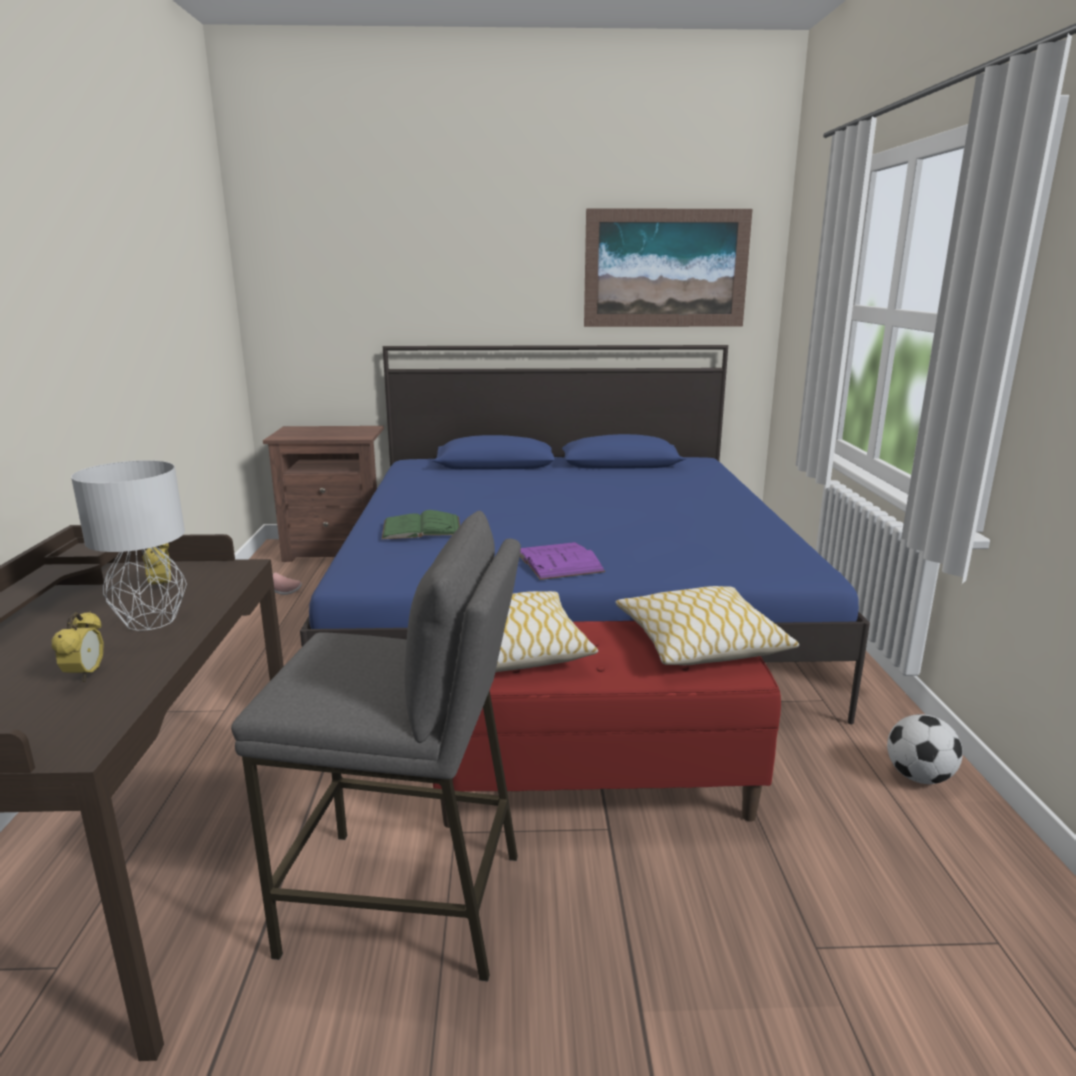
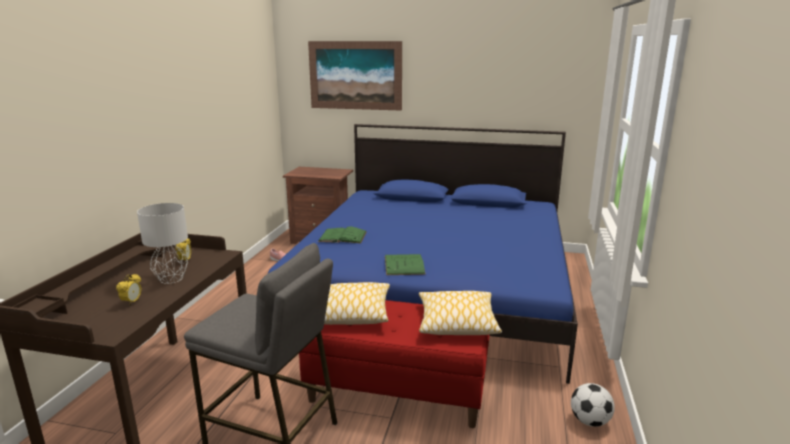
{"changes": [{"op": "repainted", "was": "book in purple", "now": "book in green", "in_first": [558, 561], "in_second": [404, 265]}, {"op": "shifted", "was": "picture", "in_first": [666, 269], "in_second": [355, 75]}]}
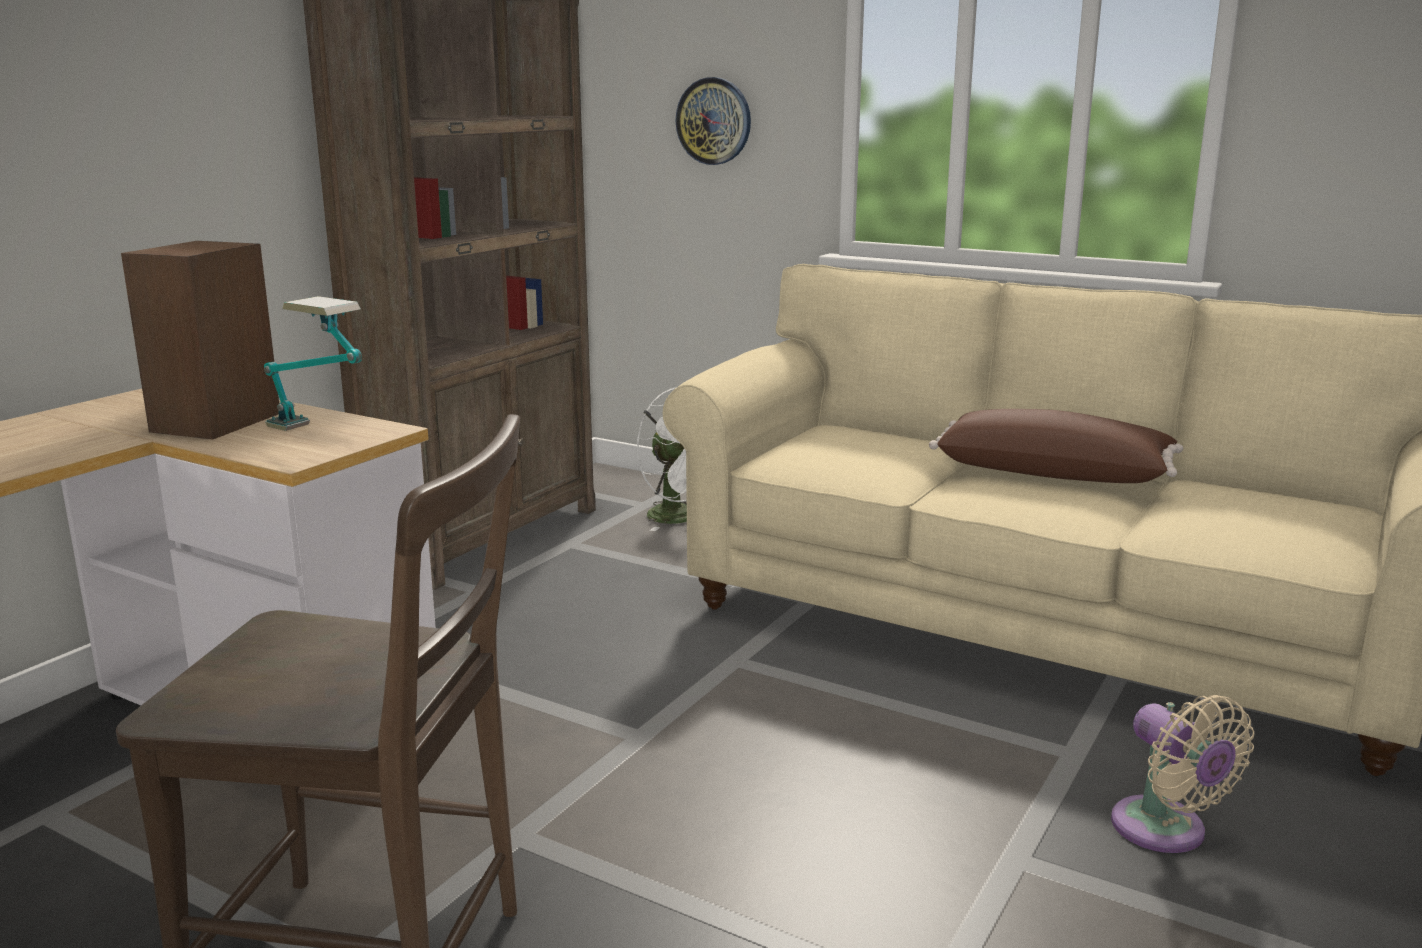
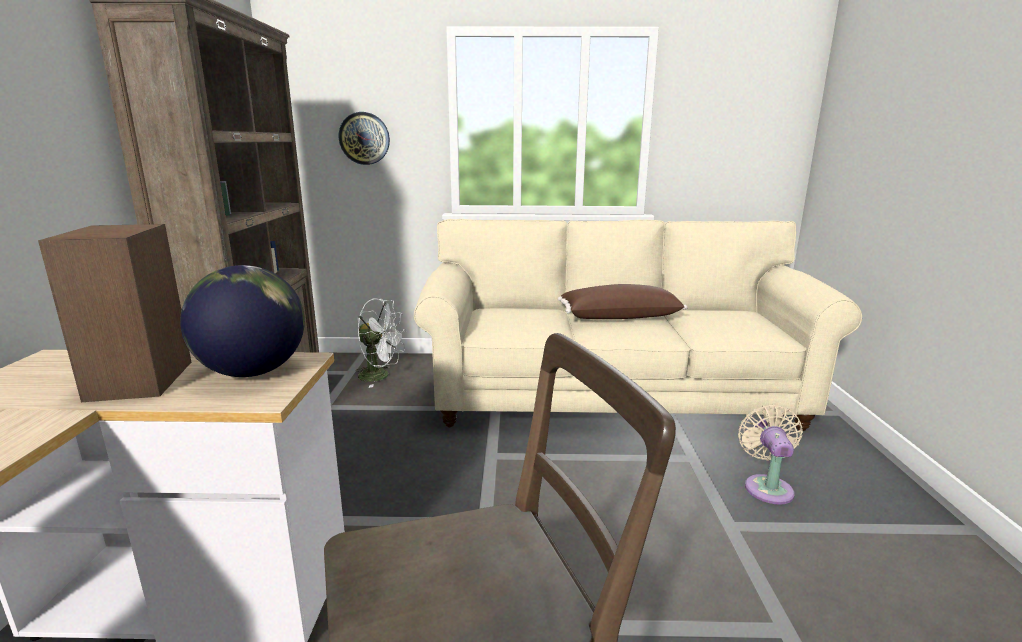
{"changes": [{"op": "swapped", "was": "table lamp", "now": "globe", "in_first": [320, 432], "in_second": [253, 372]}, {"op": "rotated", "was": "fan in beige", "in_first": [1165, 832], "in_second": [767, 486], "clockwise": -120}]}
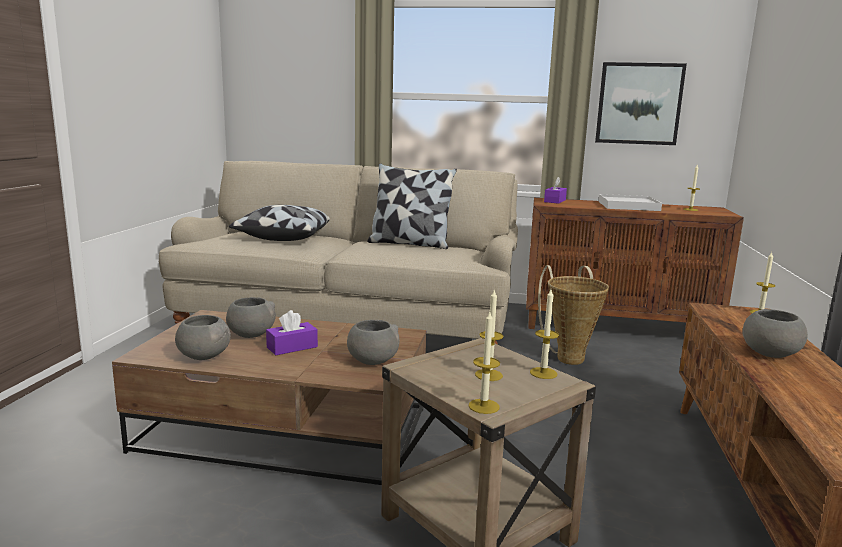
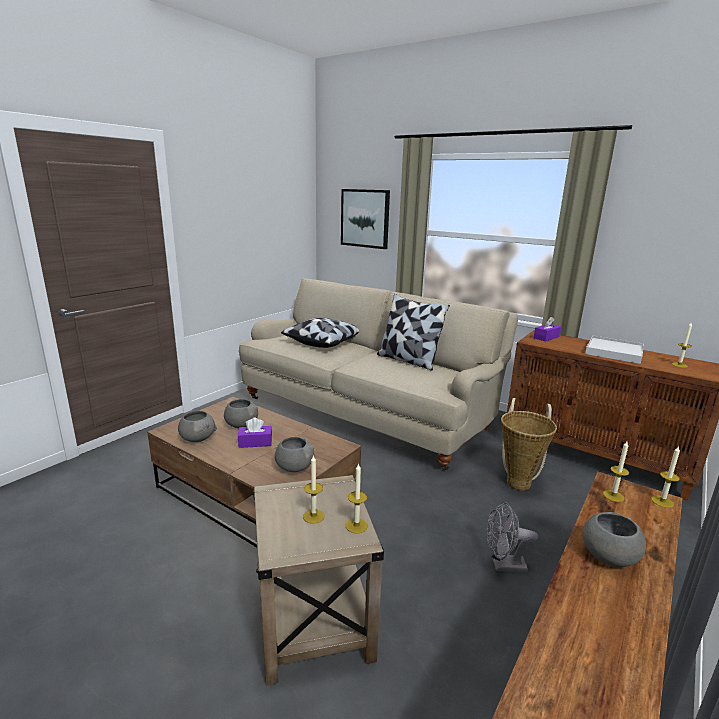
{"changes": [{"op": "shifted", "was": "candle", "in_first": [484, 406], "in_second": [613, 496]}, {"op": "shifted", "was": "picture", "in_first": [639, 104], "in_second": [365, 218]}, {"op": "new", "now": "fan in grey", "in_second": [503, 565]}]}
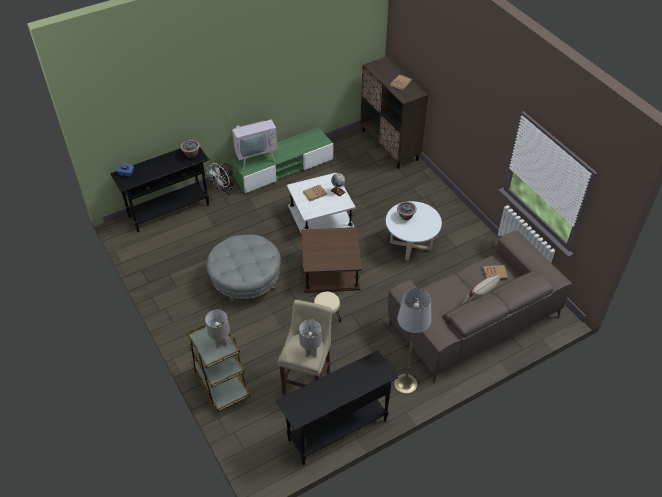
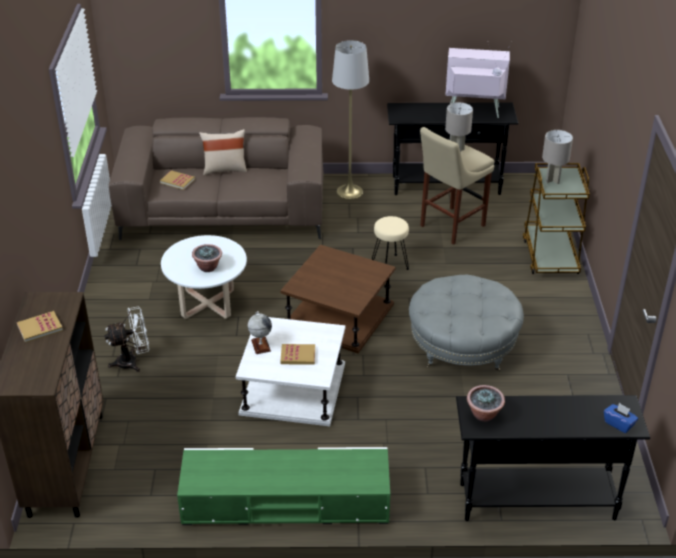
{"changes": [{"op": "shifted", "was": "fan in white", "in_first": [224, 190], "in_second": [133, 361]}, {"op": "shifted", "was": "television", "in_first": [256, 158], "in_second": [473, 113]}]}
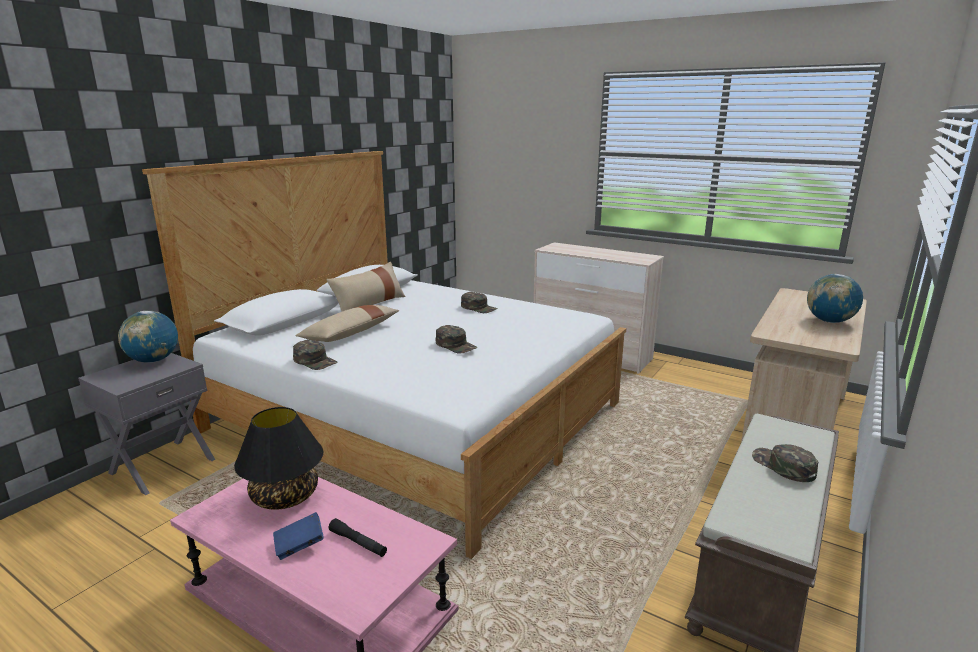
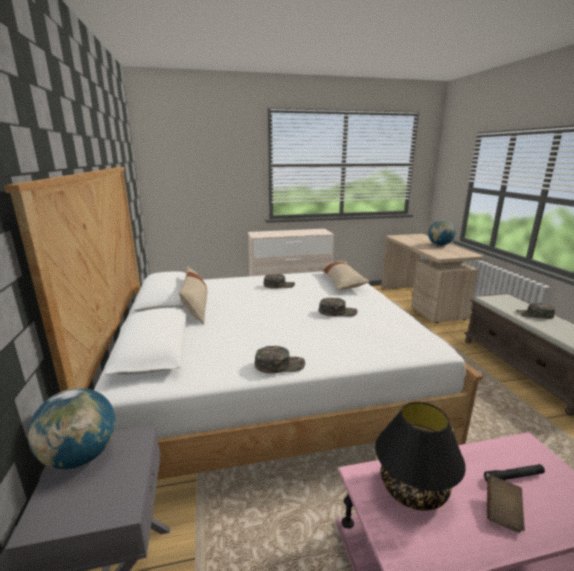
{"changes": [{"op": "repainted", "was": "book in blue", "now": "book in brown", "in_first": [299, 546], "in_second": [502, 511]}, {"op": "shifted", "was": "pillow in beige", "in_first": [350, 333], "in_second": [341, 282]}]}
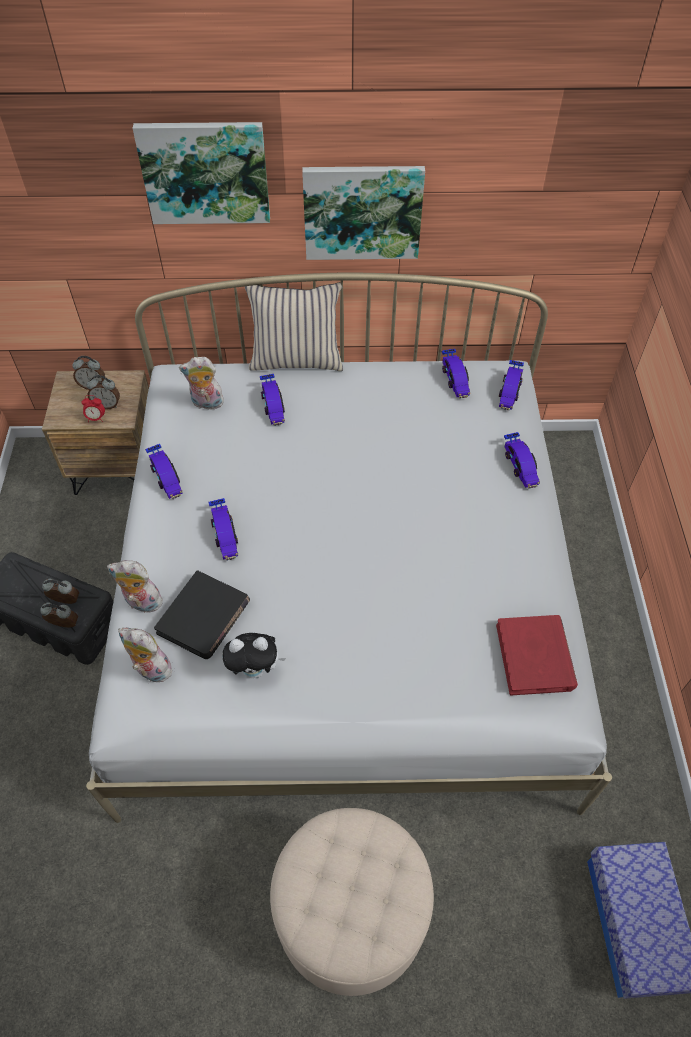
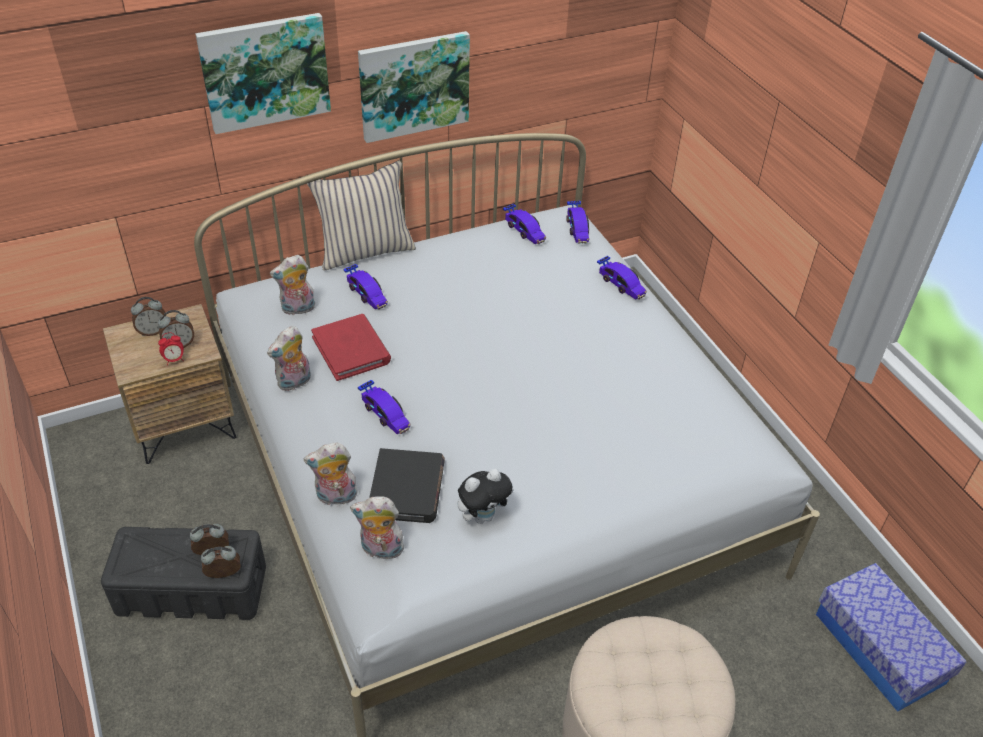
{"changes": [{"op": "swapped", "was": "toy car", "now": "plush toy", "in_first": [166, 477], "in_second": [294, 383]}, {"op": "shifted", "was": "book in red", "in_first": [535, 657], "in_second": [351, 350]}]}
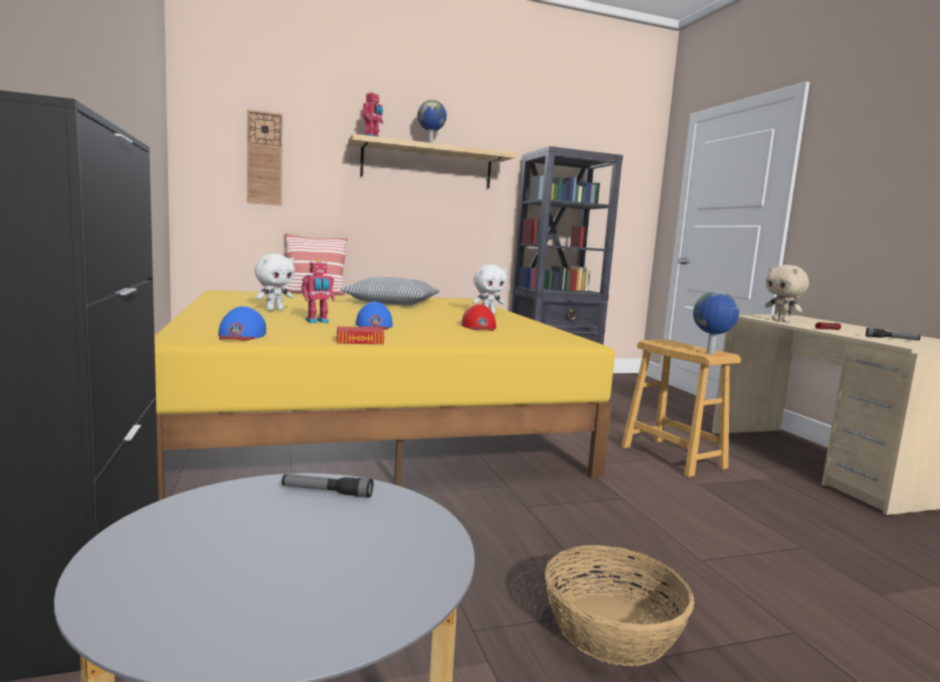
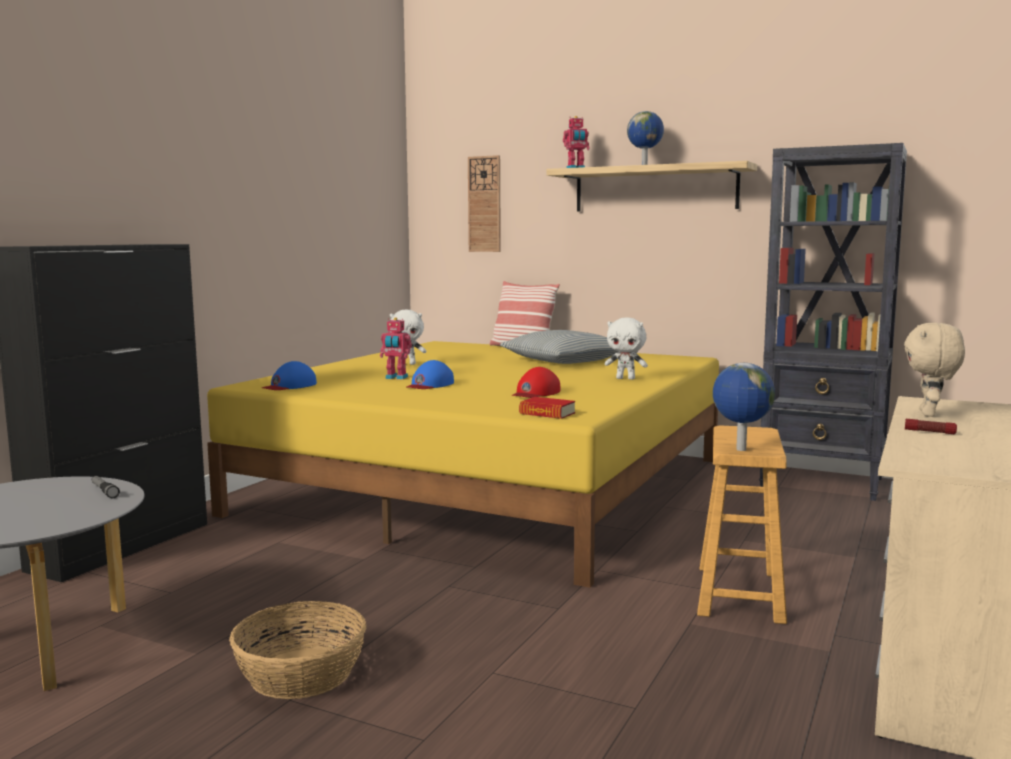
{"changes": [{"op": "shifted", "was": "book", "in_first": [359, 341], "in_second": [547, 413]}, {"op": "gone", "was": "flashlight", "in_first": [891, 339]}]}
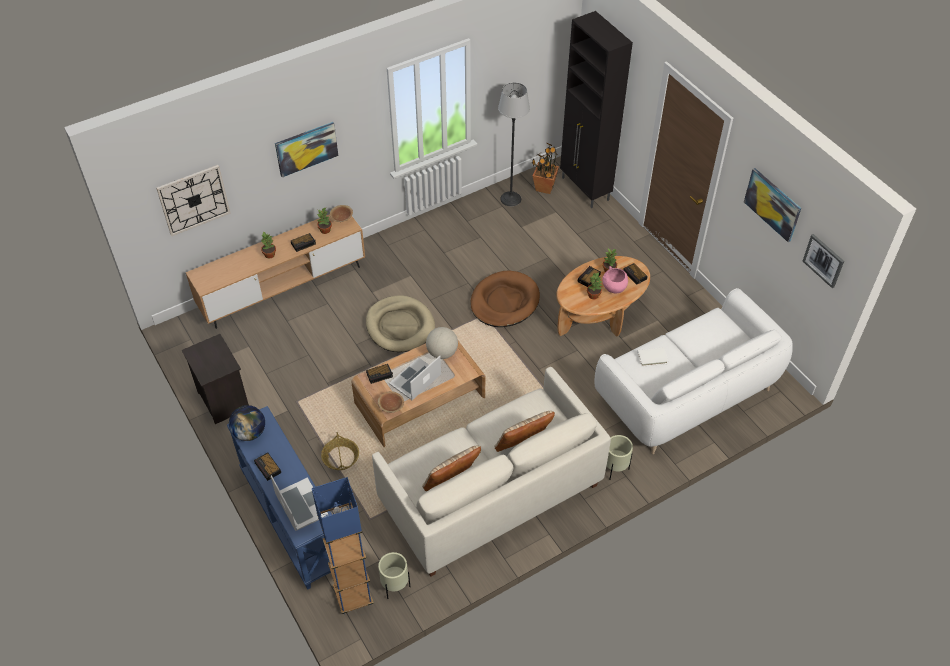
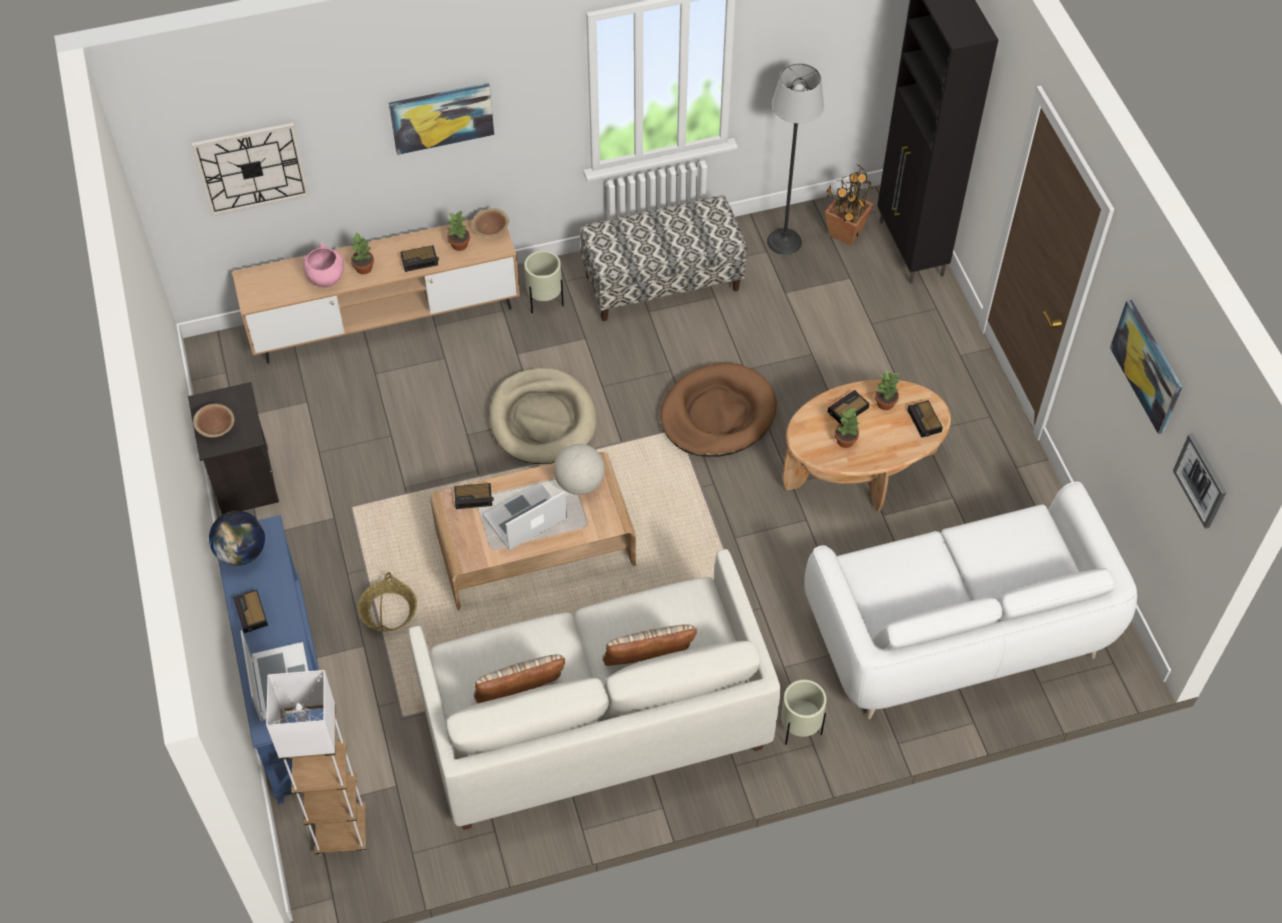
{"changes": [{"op": "repainted", "was": "floor lamp in blue", "now": "floor lamp in white", "in_first": [353, 596], "in_second": [341, 831]}, {"op": "shifted", "was": "bowl in brown", "in_first": [391, 406], "in_second": [216, 427]}, {"op": "shifted", "was": "planter in beige", "in_first": [395, 587], "in_second": [544, 302]}, {"op": "shifted", "was": "bowl in pink", "in_first": [614, 288], "in_second": [326, 279]}, {"op": "gone", "was": "book in white", "in_first": [652, 358]}, {"op": "new", "now": "bench", "in_second": [662, 282]}]}
